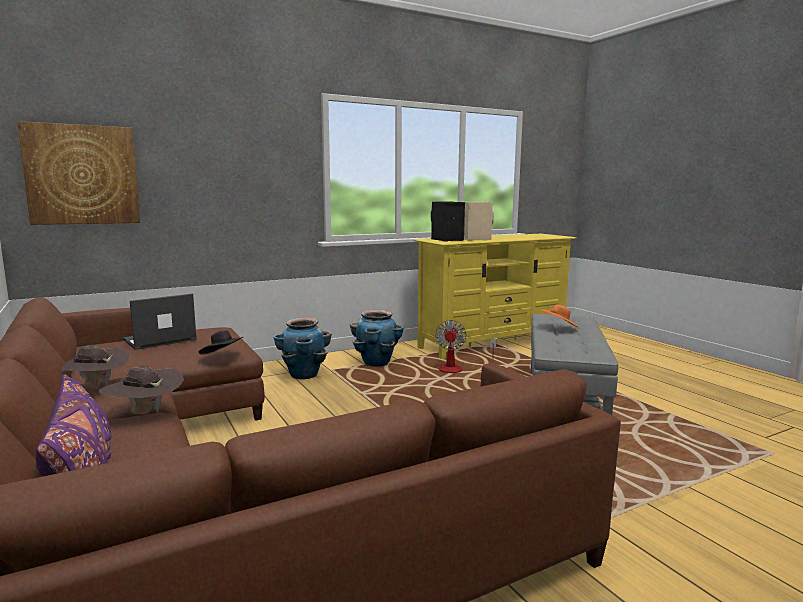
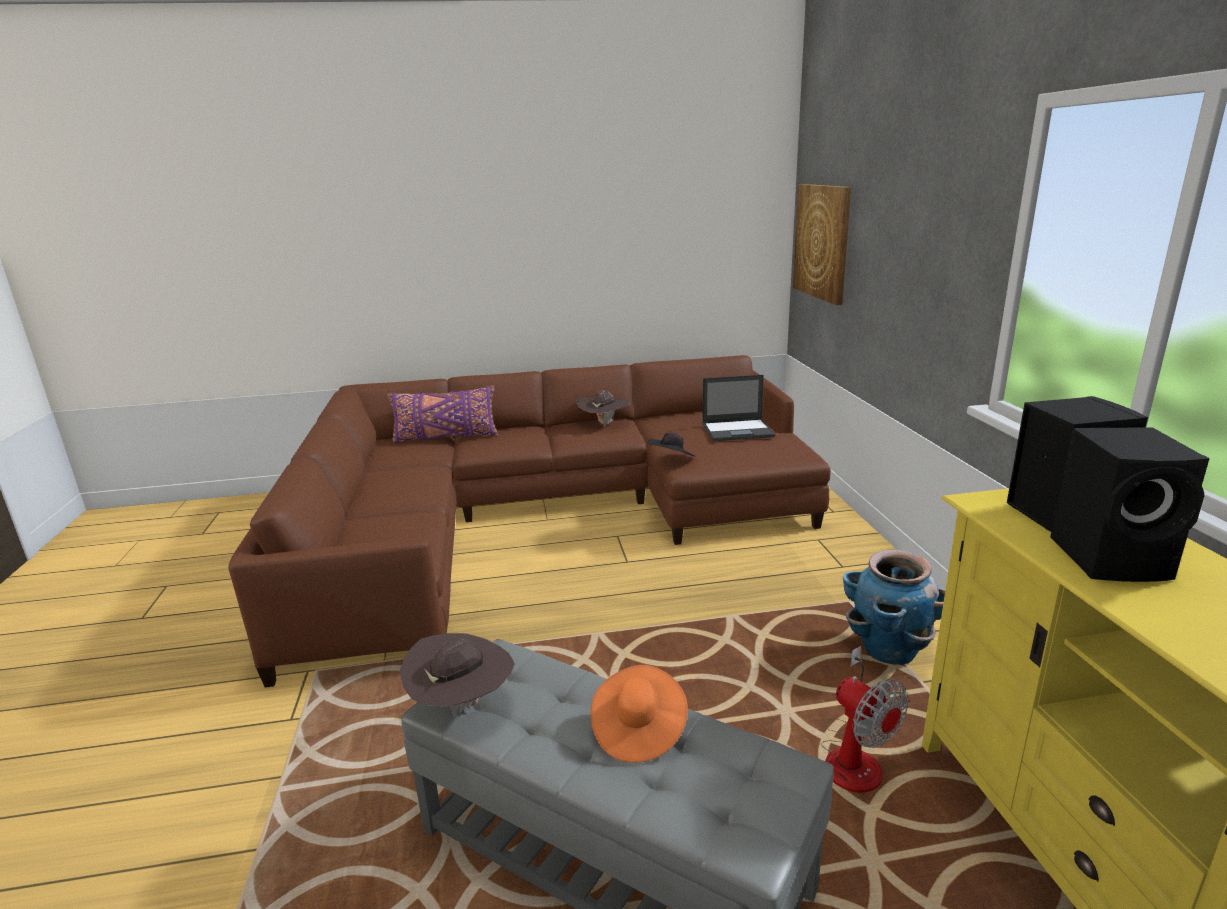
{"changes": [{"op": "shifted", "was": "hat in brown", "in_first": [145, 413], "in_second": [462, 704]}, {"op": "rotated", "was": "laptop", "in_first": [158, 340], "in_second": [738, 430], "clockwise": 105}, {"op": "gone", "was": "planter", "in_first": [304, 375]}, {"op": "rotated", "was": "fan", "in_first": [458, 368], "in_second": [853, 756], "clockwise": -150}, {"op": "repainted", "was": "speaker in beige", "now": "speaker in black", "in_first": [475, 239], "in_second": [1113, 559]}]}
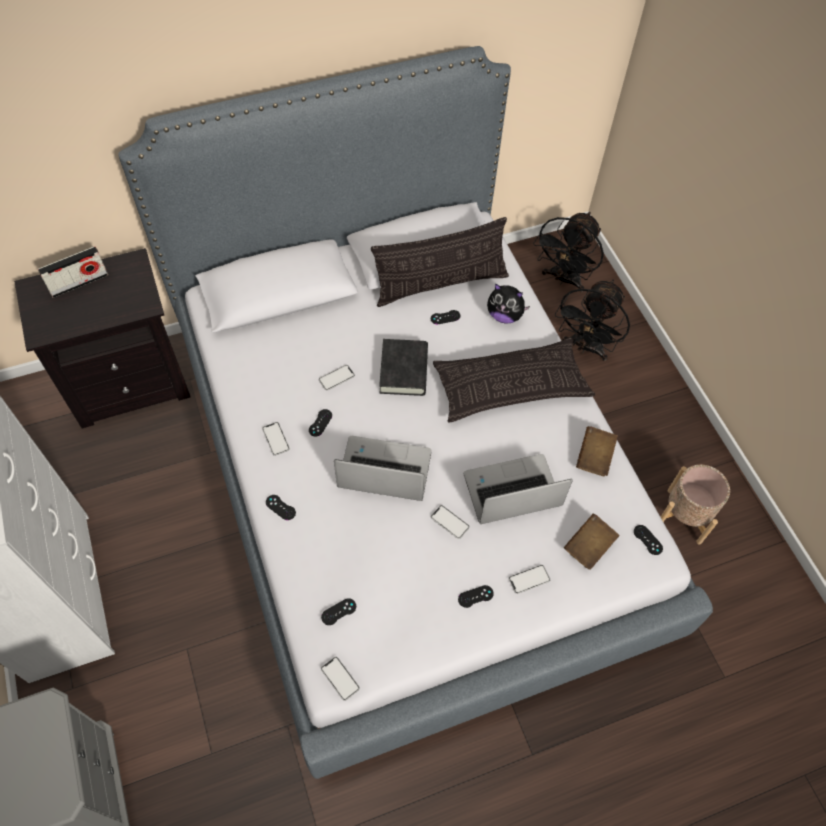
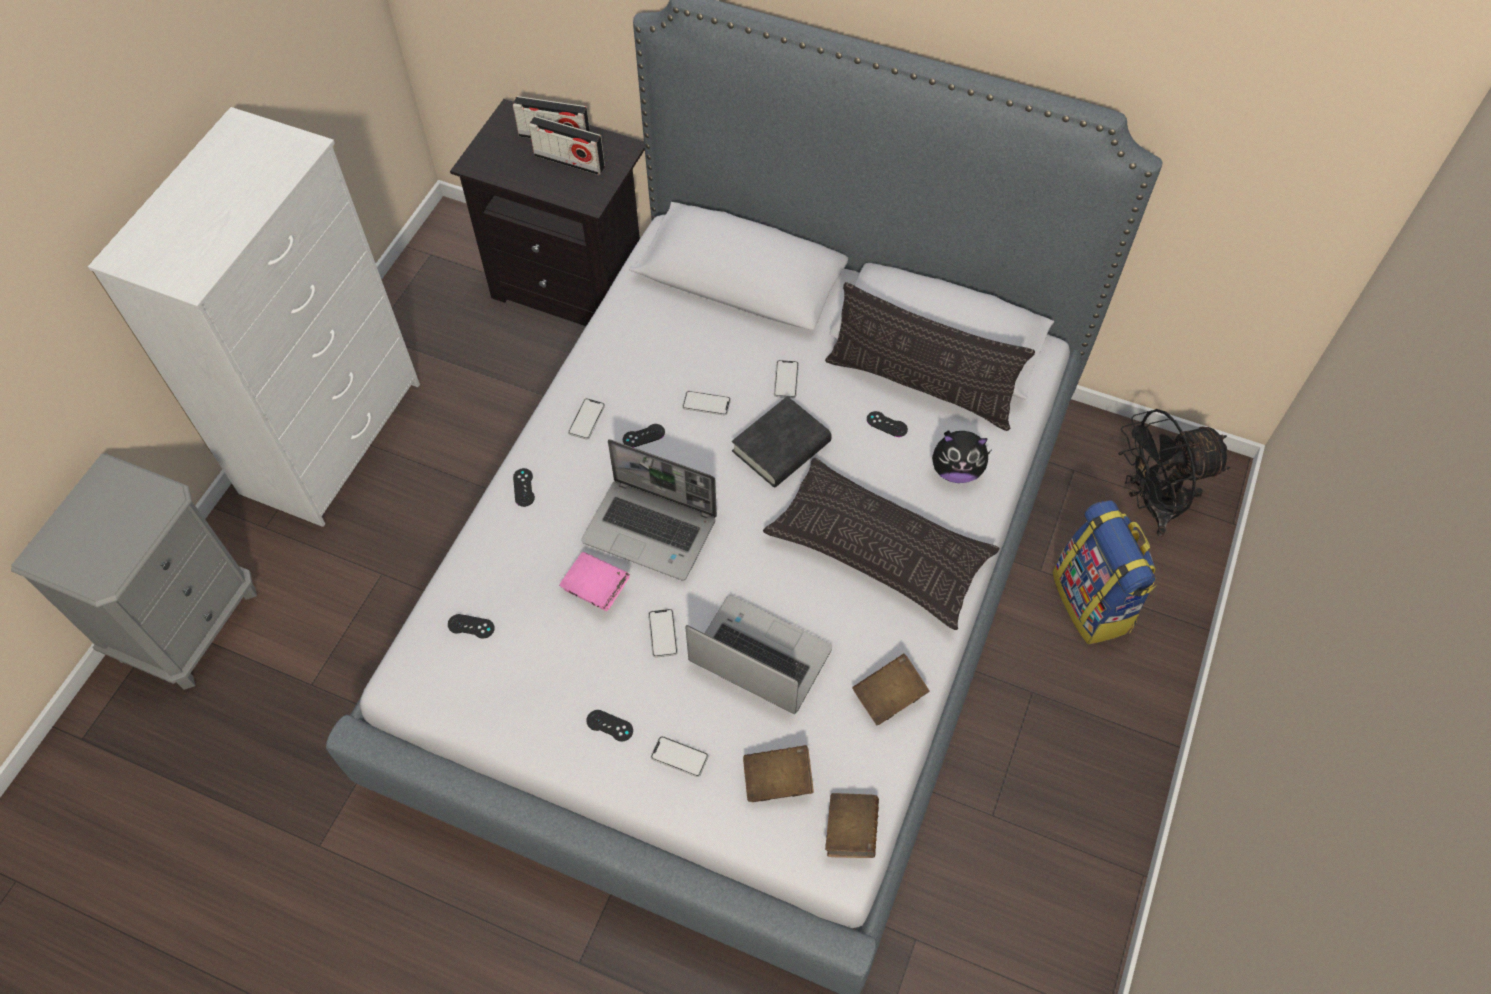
{"changes": [{"op": "shifted", "was": "phone", "in_first": [340, 678], "in_second": [786, 380]}, {"op": "rotated", "was": "laptop", "in_first": [383, 471], "in_second": [652, 530], "clockwise": 150}, {"op": "rotated", "was": "plush toy", "in_first": [504, 315], "in_second": [956, 470], "clockwise": -60}, {"op": "swapped", "was": "fan in black", "now": "backpack", "in_first": [585, 347], "in_second": [1093, 602]}, {"op": "swapped", "was": "game controller in black", "now": "book in brown", "in_first": [648, 540], "in_second": [850, 831]}, {"op": "gone", "was": "planter in beige", "in_first": [684, 515]}, {"op": "new", "now": "radio", "in_second": [569, 161]}, {"op": "new", "now": "book in pink", "in_second": [596, 589]}]}
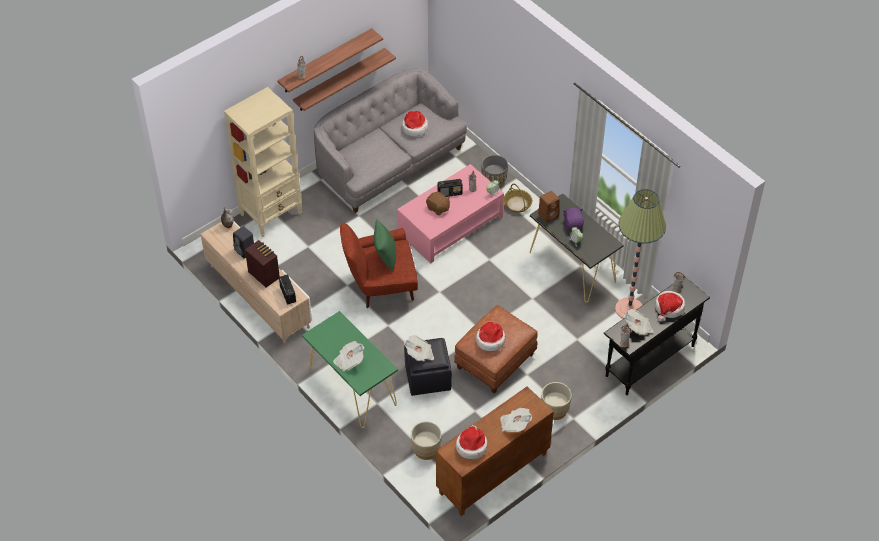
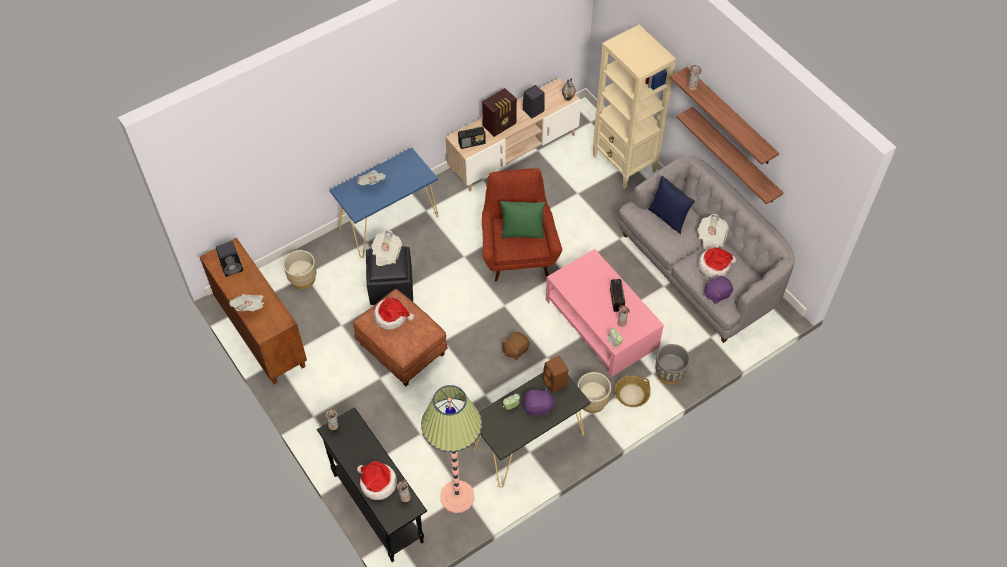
{"changes": [{"op": "repainted", "was": "console table in green", "now": "console table in blue", "in_first": [351, 387], "in_second": [389, 222]}, {"op": "shifted", "was": "plush toy in brown", "in_first": [438, 208], "in_second": [515, 350]}, {"op": "swapped", "was": "hat", "now": "speaker in black", "in_first": [471, 446], "in_second": [233, 267]}, {"op": "shifted", "was": "planter in beige", "in_first": [554, 410], "in_second": [592, 401]}, {"op": "shifted", "was": "newspaper", "in_first": [638, 328], "in_second": [711, 237]}, {"op": "new", "now": "pillow in blue", "in_second": [668, 217]}, {"op": "new", "now": "plush toy in purple", "in_second": [716, 294]}]}
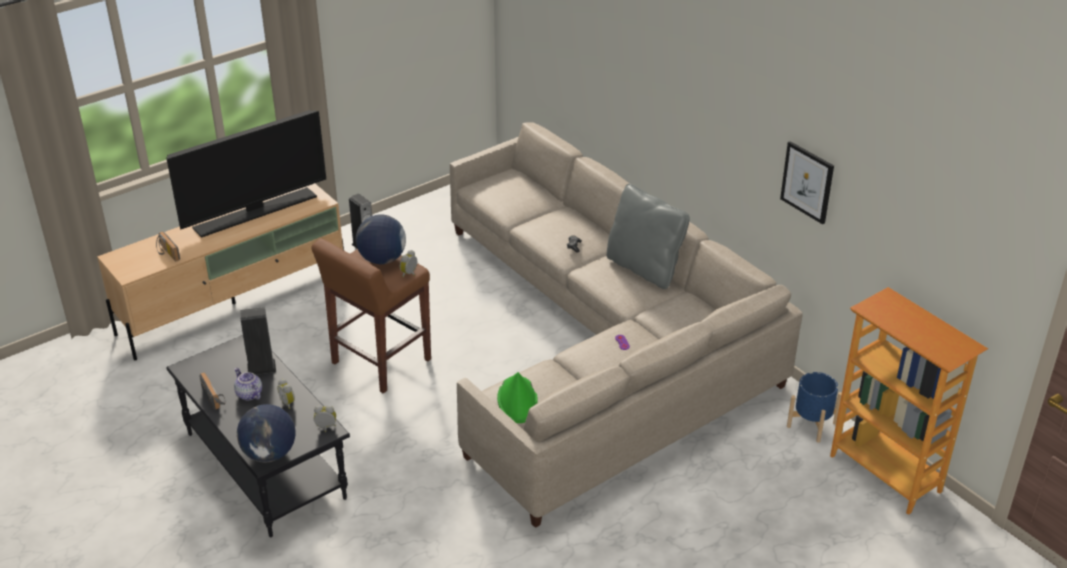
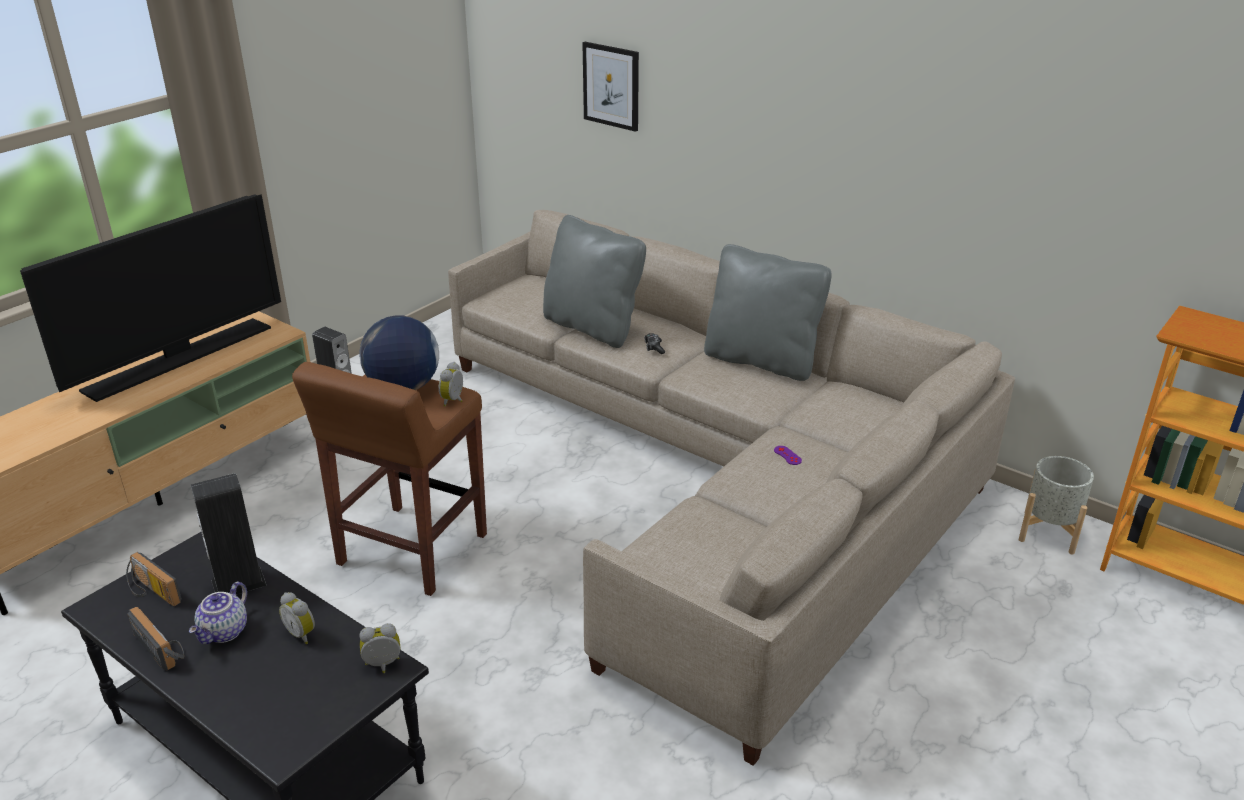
{"changes": [{"op": "shifted", "was": "radio", "in_first": [166, 253], "in_second": [151, 592]}, {"op": "rotated", "was": "teapot", "in_first": [248, 394], "in_second": [225, 632], "clockwise": -105}, {"op": "gone", "was": "globe", "in_first": [269, 454]}, {"op": "gone", "was": "hat in green", "in_first": [517, 400]}, {"op": "shifted", "was": "picture", "in_first": [807, 182], "in_second": [611, 86]}, {"op": "repainted", "was": "planter in blue", "now": "planter in grey", "in_first": [812, 424], "in_second": [1048, 532]}, {"op": "new", "now": "pillow in grey", "in_second": [593, 327]}]}
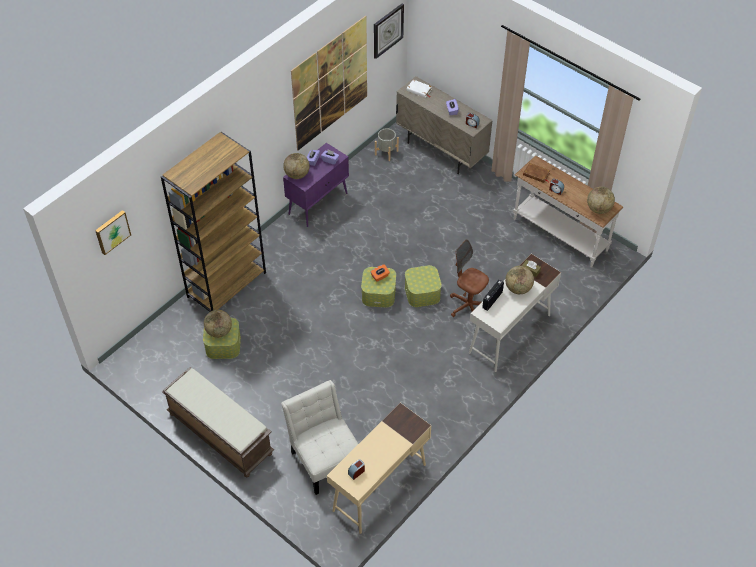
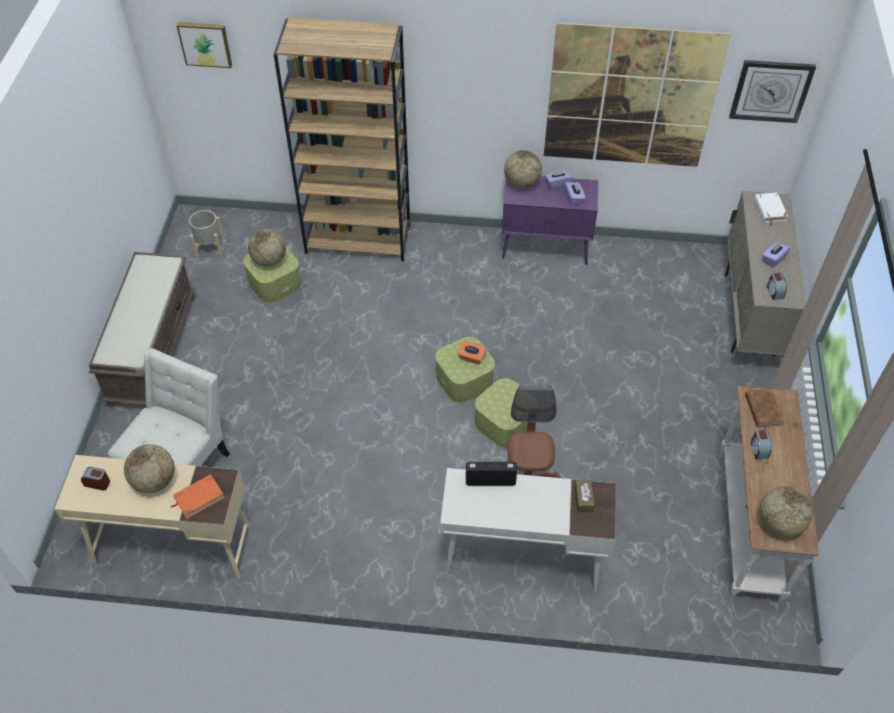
{"changes": [{"op": "shifted", "was": "planter in grey", "in_first": [386, 152], "in_second": [209, 246]}, {"op": "shifted", "was": "globe", "in_first": [518, 288], "in_second": [154, 481]}, {"op": "new", "now": "book in orange", "in_second": [199, 497]}]}
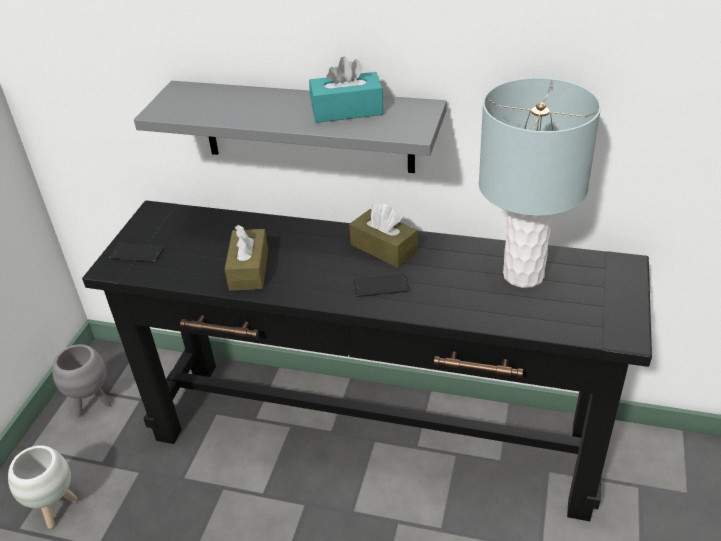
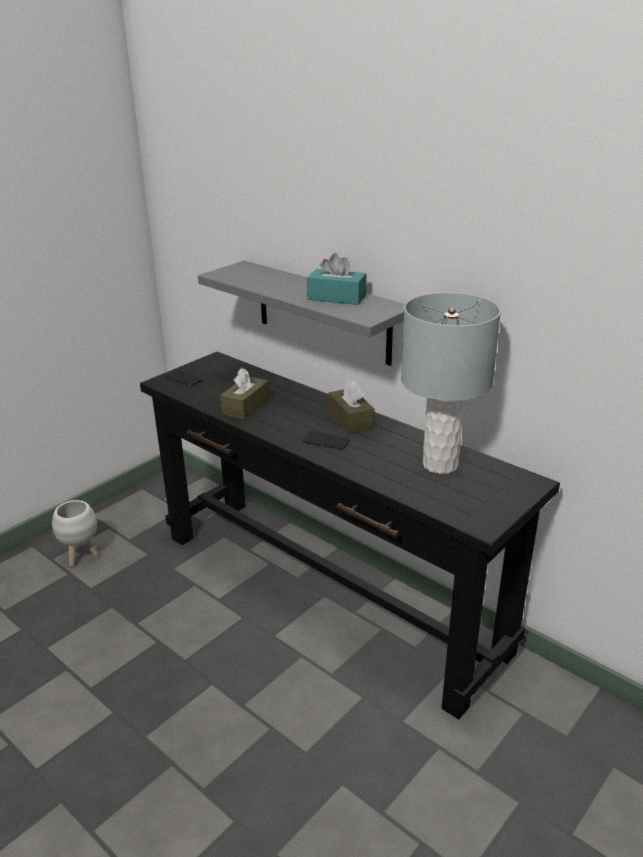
{"changes": [{"op": "gone", "was": "planter in grey", "in_first": [93, 404]}]}
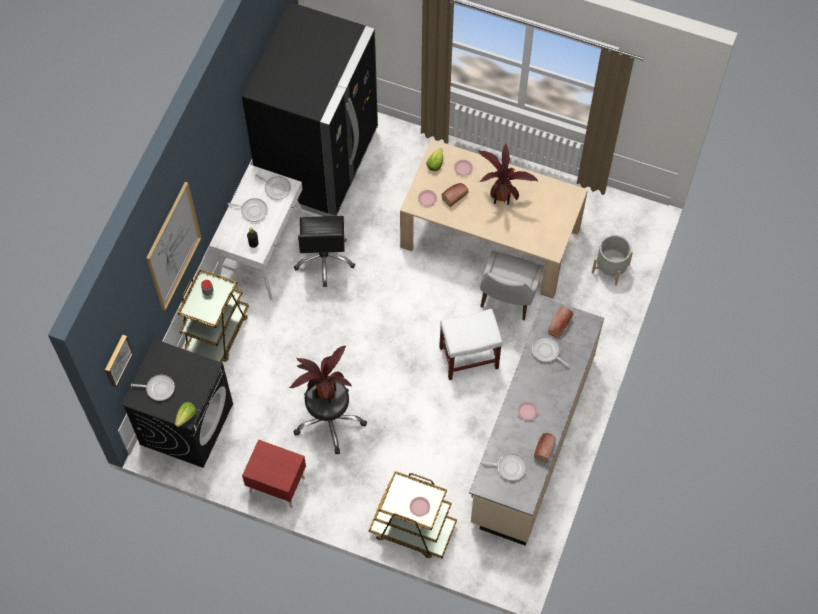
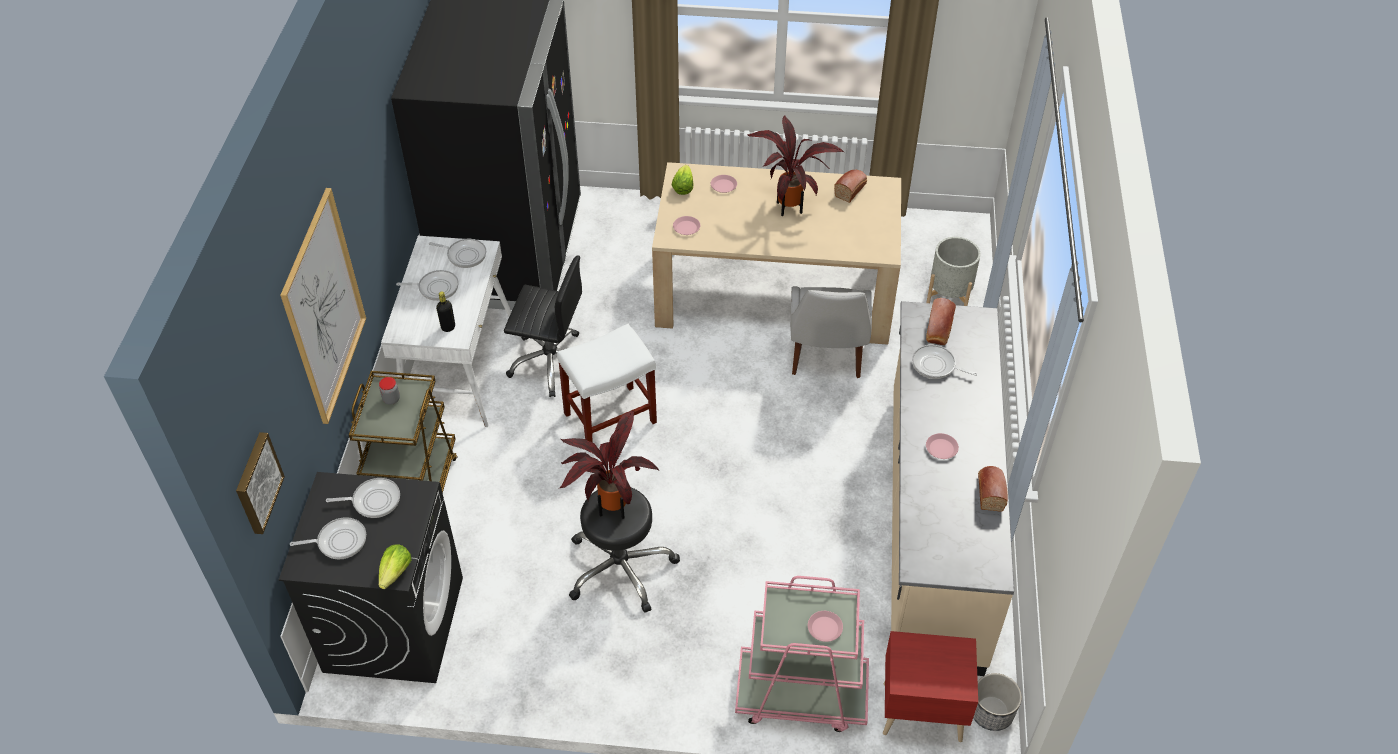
{"changes": [{"op": "shifted", "was": "nightstand in red", "in_first": [277, 484], "in_second": [920, 710]}, {"op": "rotated", "was": "office chair in black", "in_first": [324, 259], "in_second": [551, 362], "clockwise": -60}, {"op": "repainted", "was": "cart in brown", "now": "cart in pink", "in_first": [412, 529], "in_second": [800, 694]}, {"op": "shifted", "was": "stool in white", "in_first": [469, 357], "in_second": [611, 417]}, {"op": "shifted", "was": "bread", "in_first": [455, 196], "in_second": [851, 189]}, {"op": "shifted", "was": "frying pan", "in_first": [509, 467], "in_second": [373, 500]}, {"op": "new", "now": "planter", "in_second": [991, 712]}]}
